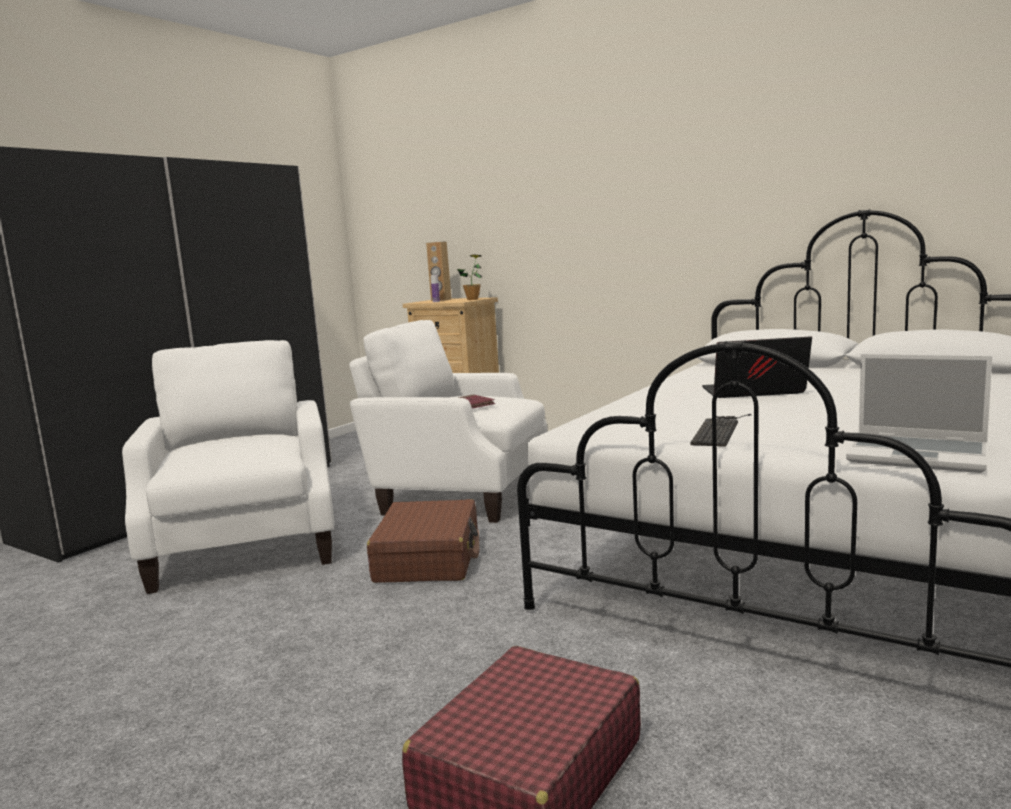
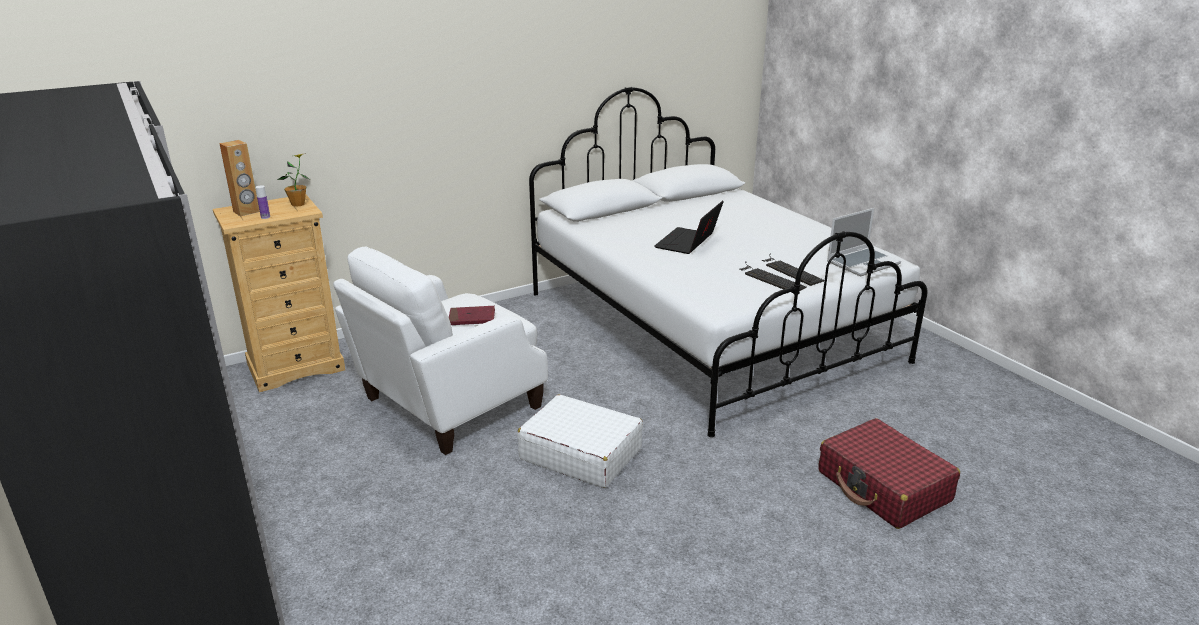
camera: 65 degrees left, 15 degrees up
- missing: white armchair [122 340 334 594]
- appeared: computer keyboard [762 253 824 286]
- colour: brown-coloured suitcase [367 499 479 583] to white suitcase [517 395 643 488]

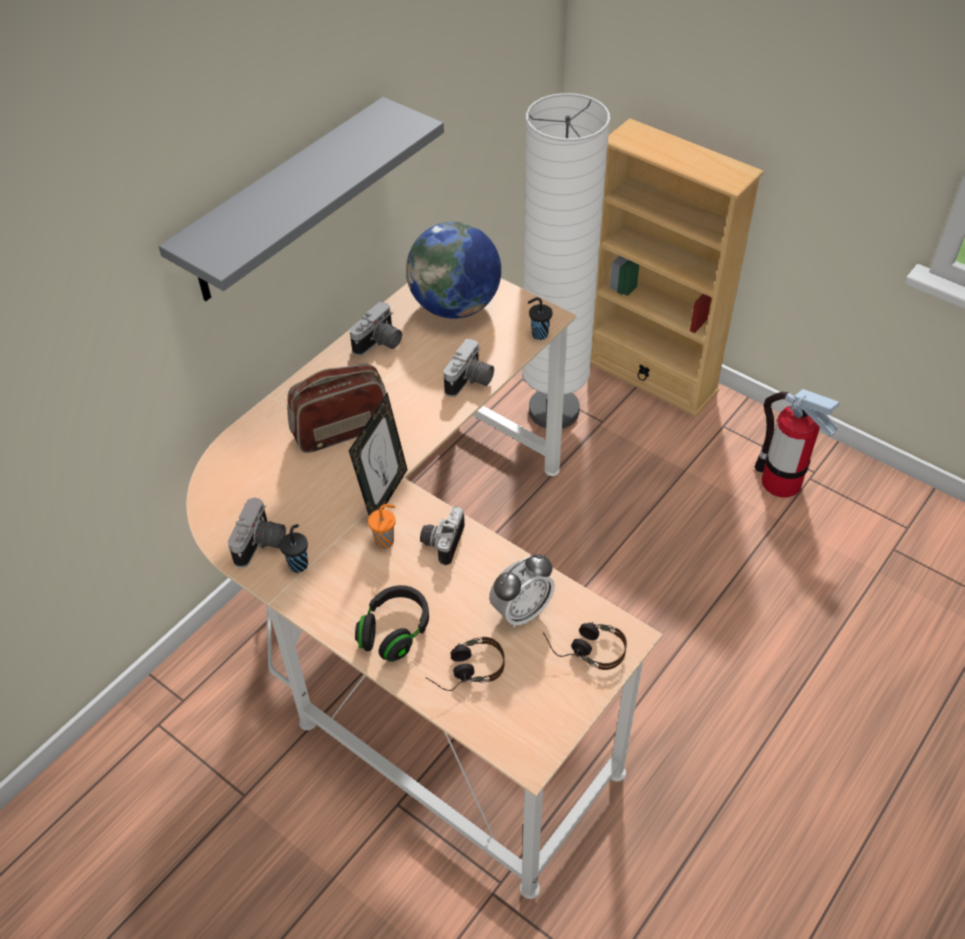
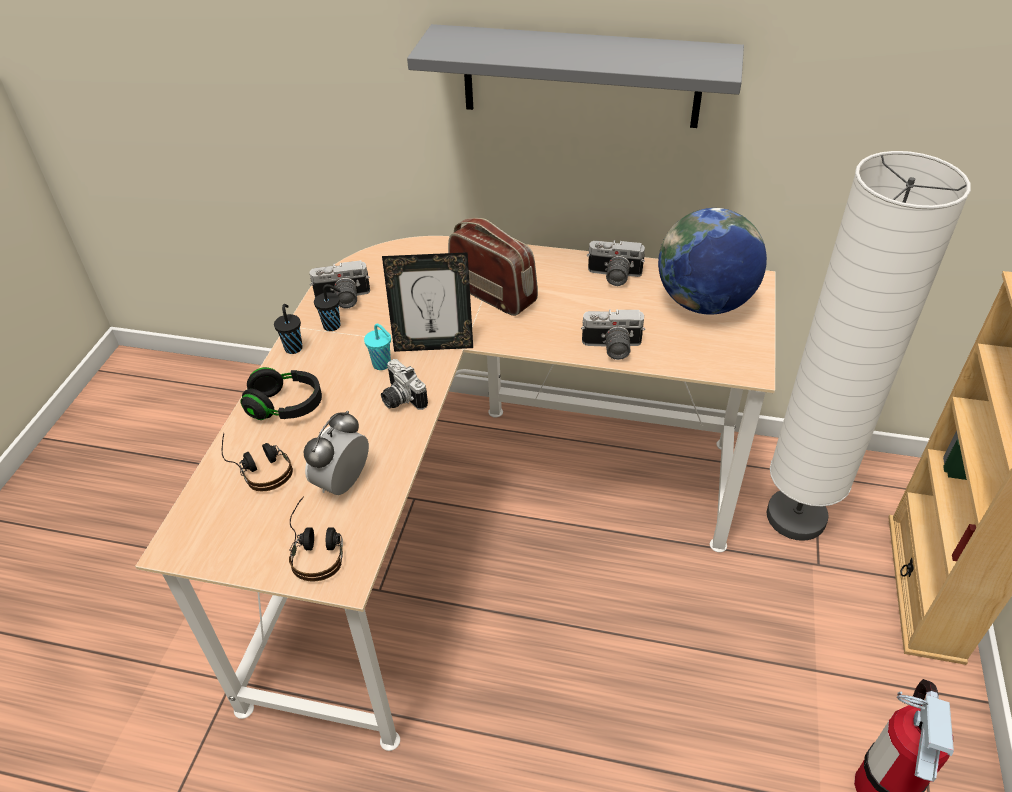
camera: 65 degrees right, 5 degrees down
- relocated: blackish cup [528 298 552 340] to [274 304 303 354]
- colour: orange-coloured cup [368 504 396 549] to turquoise cup [364 324 391 370]
- spun: photo camera [420 506 465 565] = [381 359 428 410] 120 degrees counterclockwise
- spun: bedside clock [489 554 555 628] = [304 411 369 495] 90 degrees clockwise

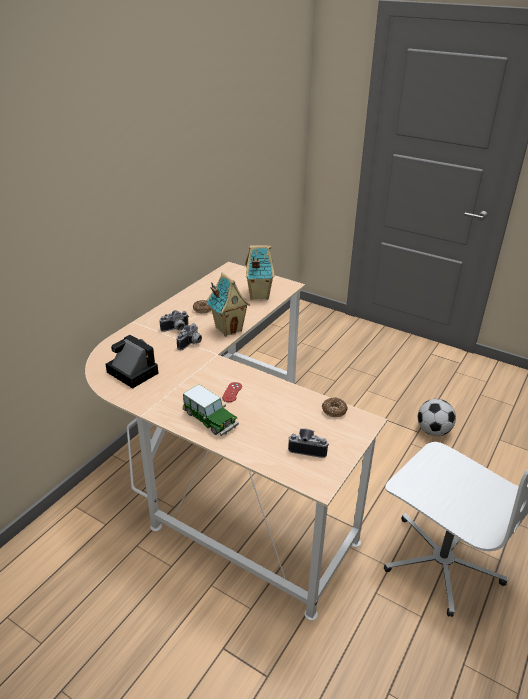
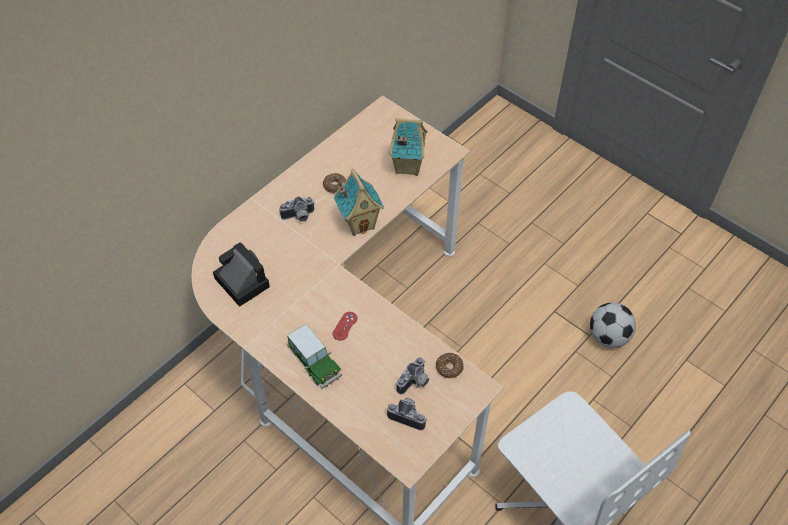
camera: 10 degrees right, 20 degrees up
- relocated: photo camera [177 323 202 350] to [396 357 429 395]

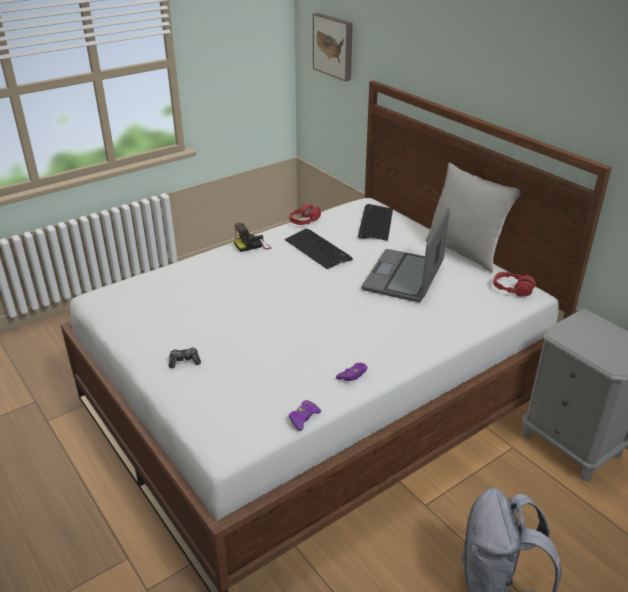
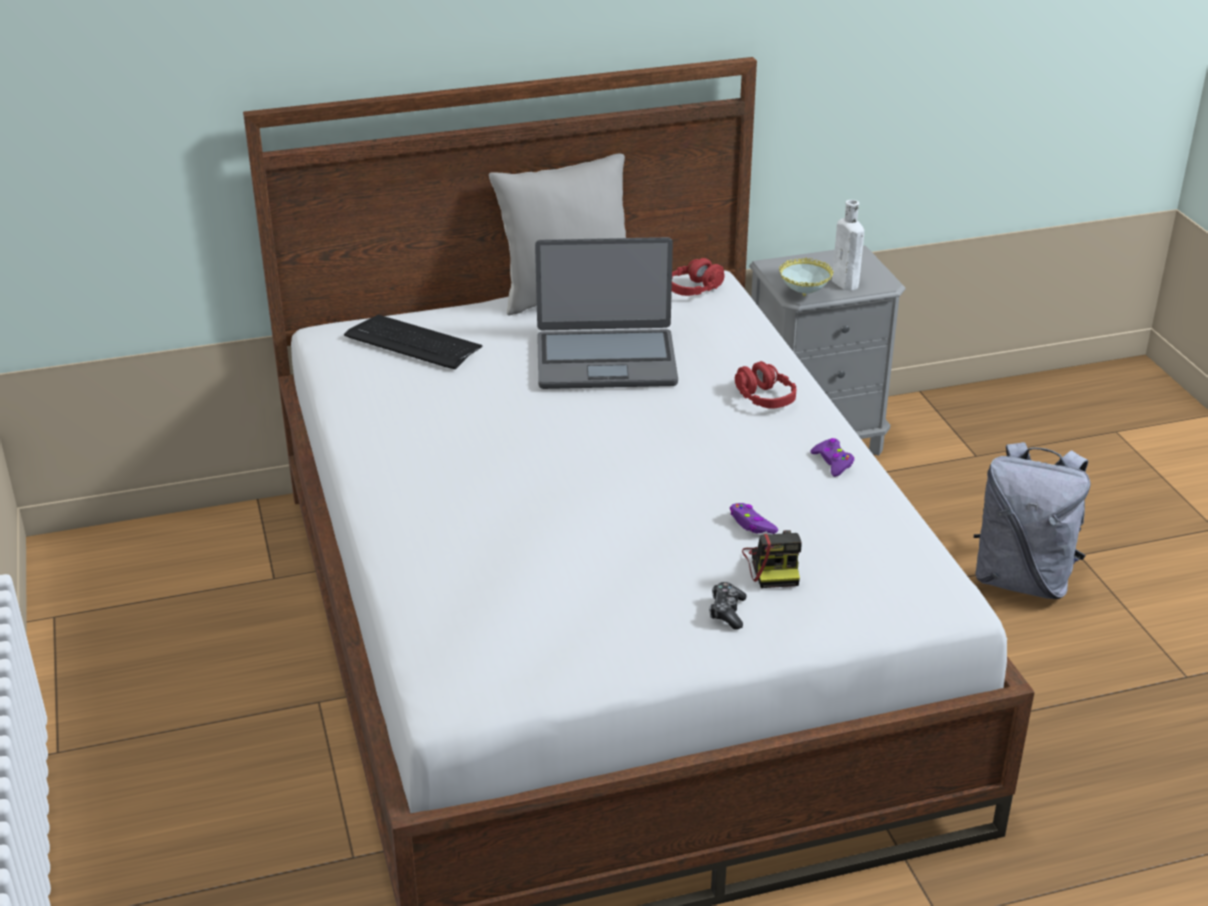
camera: 70 degrees left, 0 degrees up
- missing: computer keyboard [285 229 353 269]
- missing: wall art [313 13 353 81]
- appeared: deep dish [779 257 834 296]
- appeared: white drink bottle [832 200 864 291]
- relocated: photo camera [234 223 271 252] to [742 530 802 588]
- relocated: red-coloured headphones [289 204 321 225] to [735 361 796 409]
- relocated: purple game controller [289 400 321 431] to [730 503 778 534]
- spun: laptop [362 207 450 302] = [535 237 678 389] 45 degrees counterclockwise

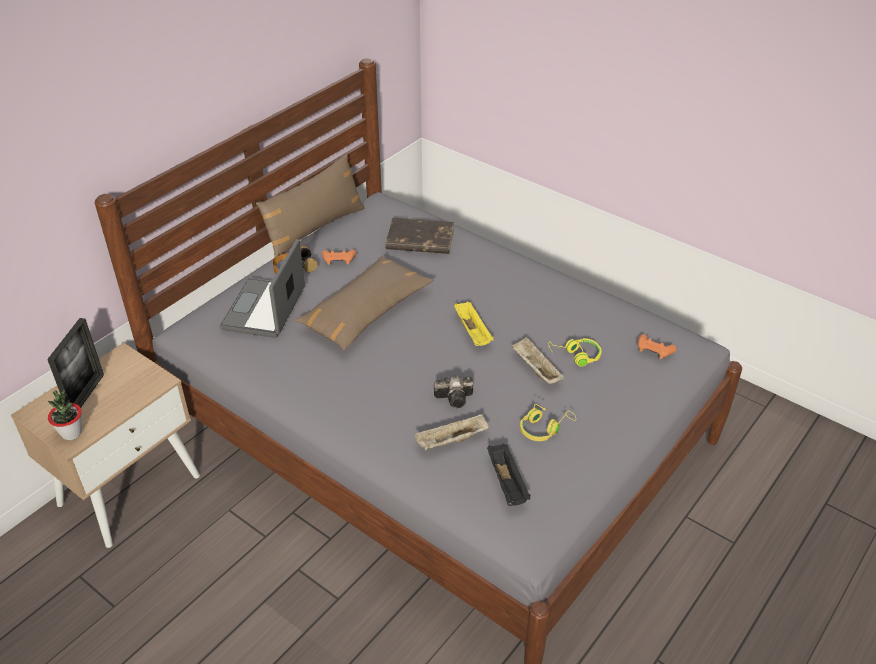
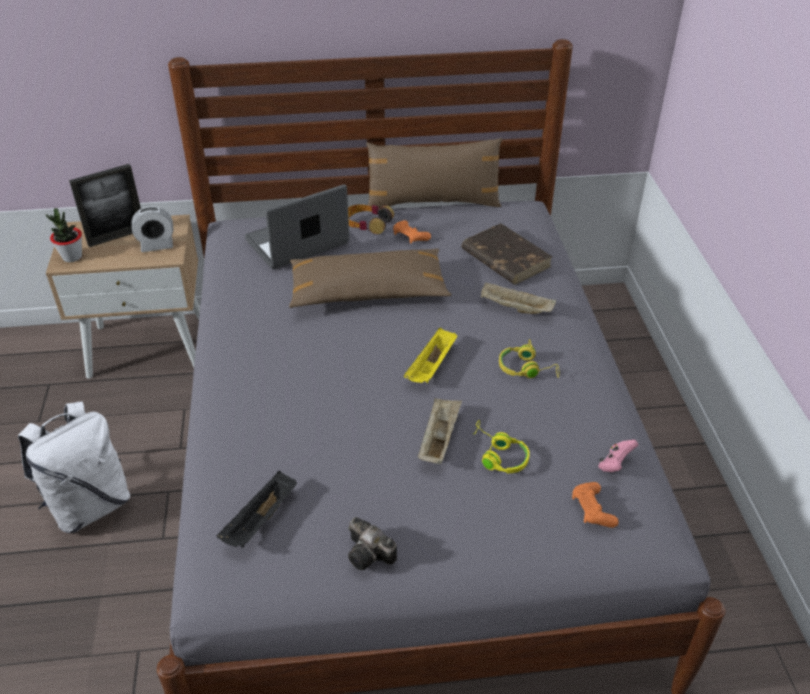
camera: 45 degrees right, 0 degrees up
- appeared: white backpack [18 401 130 533]
- appeared: bedside clock [132 206 174 252]
- appeared: pinkish game controller [599 440 638 472]
- relocated: sand-coloured carrying tray [414 414 489 450] to [481 282 556 314]
- relocated: photo camera [434 376 473 408] to [348 517 397 570]
- relocated: yellow-coloured headphones [520 404 576 441] to [499 339 559 378]

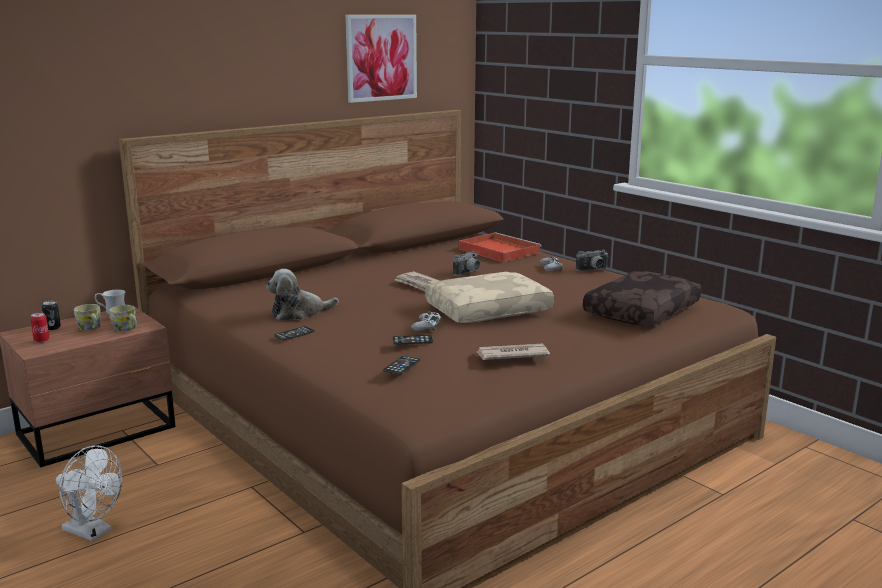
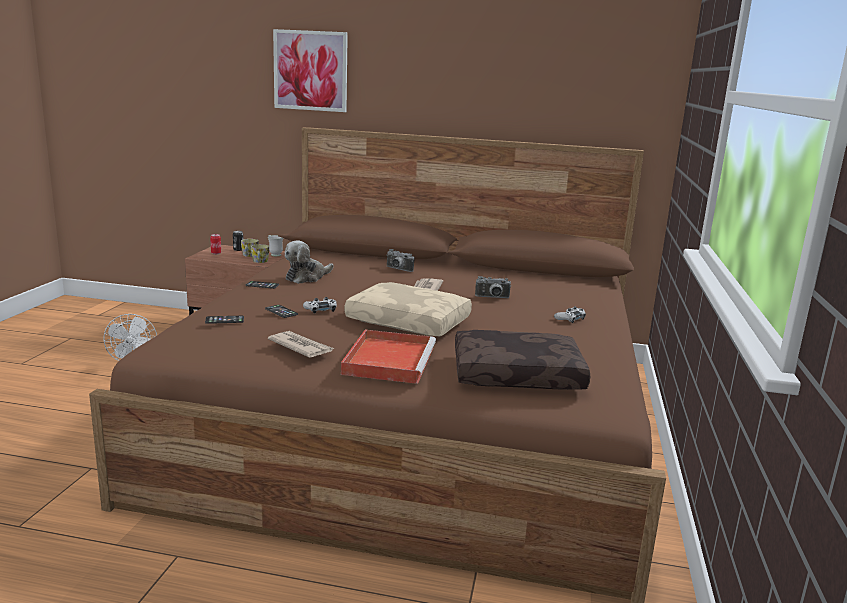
camera: 50 degrees right, 0 degrees up
- relocated: wall art [345 15 417 103] to [273 29 348 112]
- relocated: red-coloured carrying tray [459 232 542 262] to [341 330 436 384]
- relocated: photo camera [576 250 609 271] to [386 249 415 272]
- spun: cuddly toy [266 269 339 321] = [285 240 334 284] 75 degrees counterclockwise

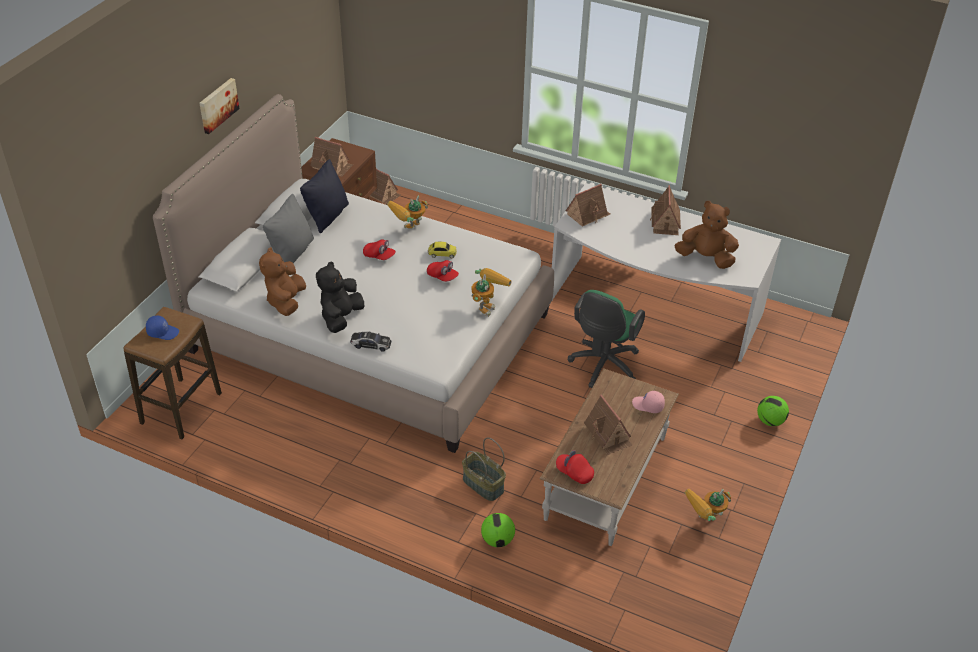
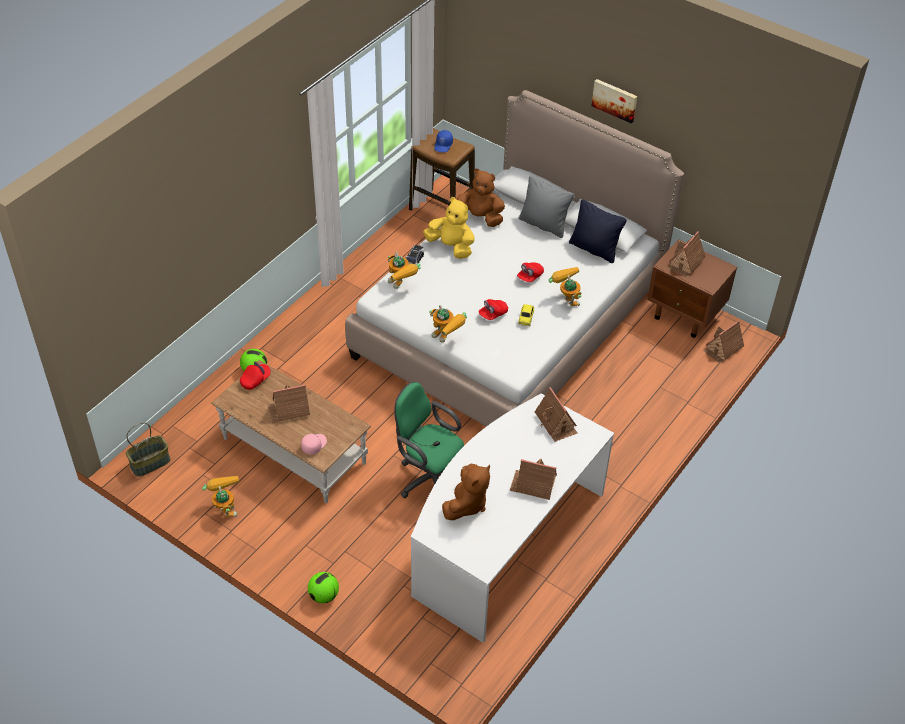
camera: 100 degrees right, 5 degrees up
- appeared: robot figure [388 252 421 289]
- relocated: storage basket [462 438 506 501] to [126 422 170 477]
- colour: blackish cuddly toy [316 261 364 333] to yellow-coloured cuddly toy [423 197 474 259]

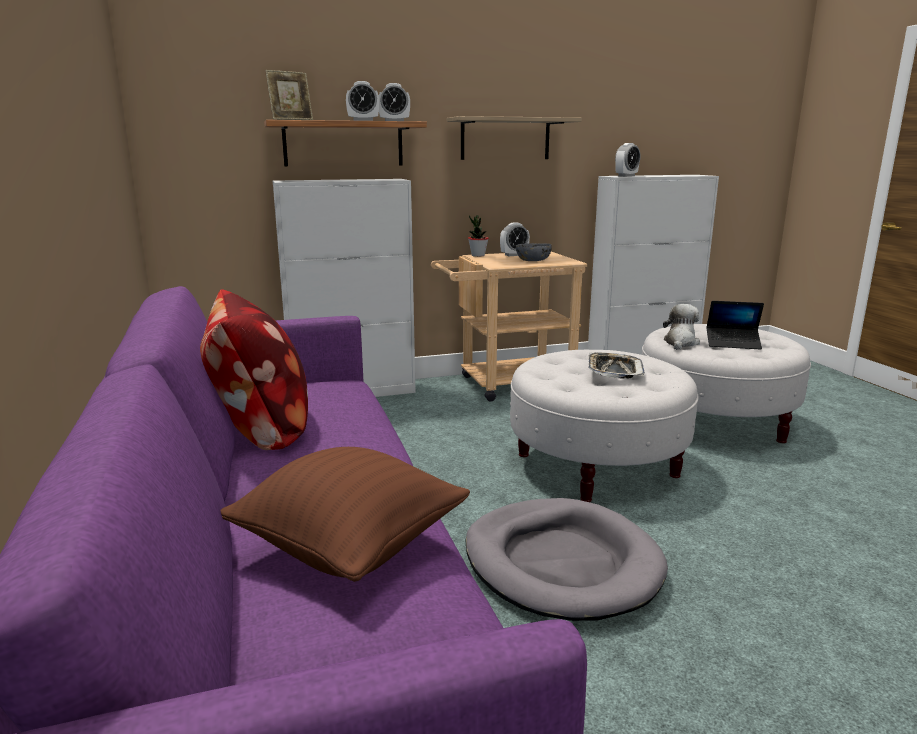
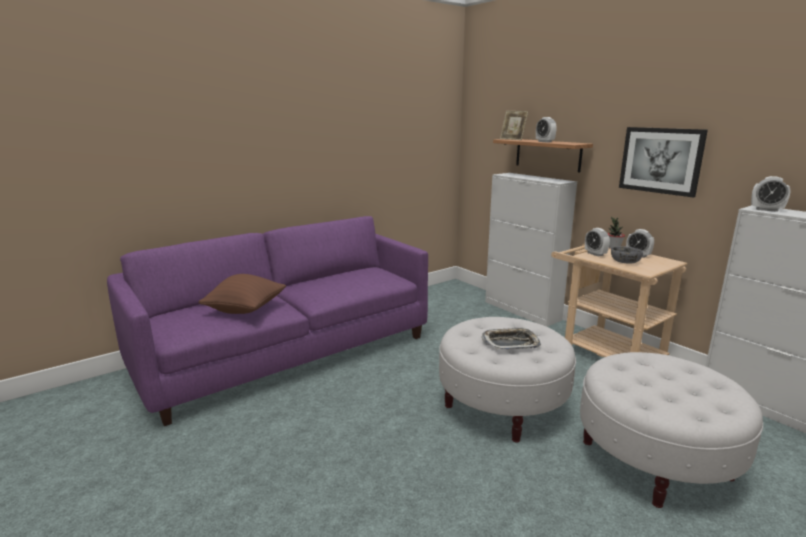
camera: 70 degrees right, 0 degrees up
- missing: pillow [200 289 308 450]
- missing: greyish dog bed [465 498 668 621]
- missing: cuddly toy [663 304 700 350]
- missing: laptop [707 301 764 350]
- relocated: bedside clock [379 83 410 121] to [585 228 610 257]
- exchanged: bracket shelf [447 116 582 160] to wall art [619 127 708 198]

